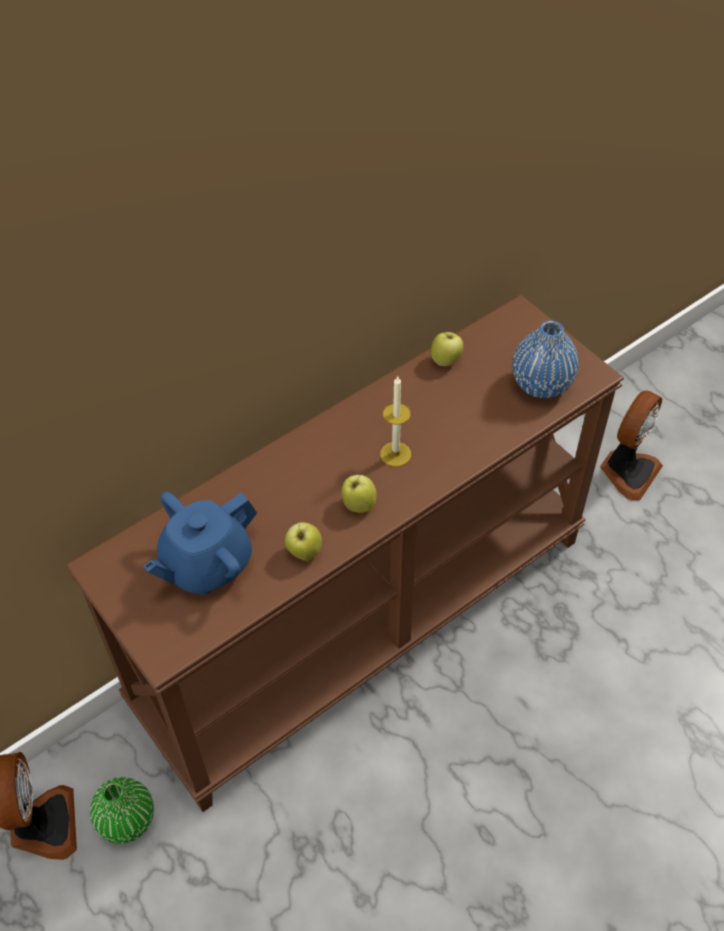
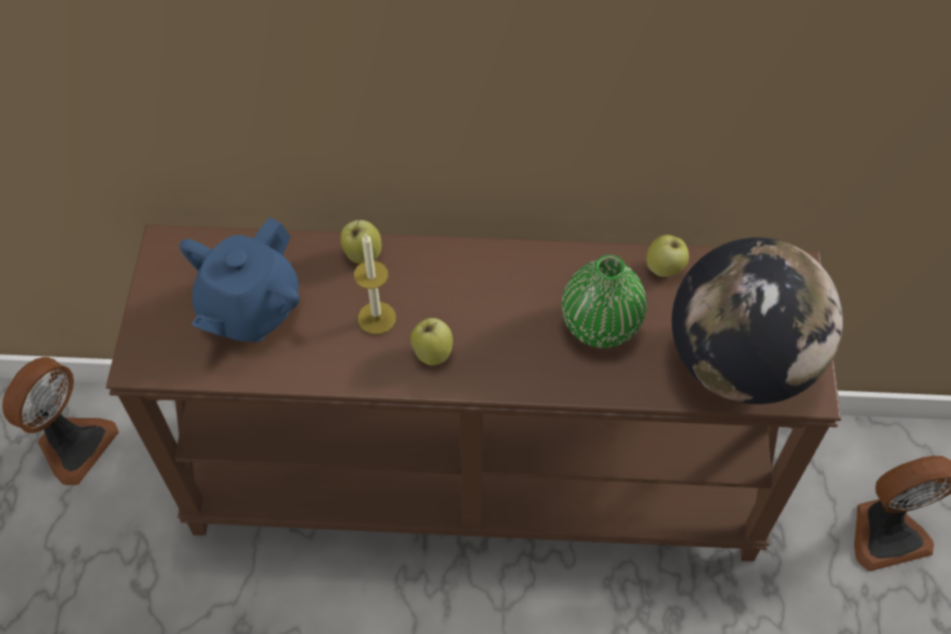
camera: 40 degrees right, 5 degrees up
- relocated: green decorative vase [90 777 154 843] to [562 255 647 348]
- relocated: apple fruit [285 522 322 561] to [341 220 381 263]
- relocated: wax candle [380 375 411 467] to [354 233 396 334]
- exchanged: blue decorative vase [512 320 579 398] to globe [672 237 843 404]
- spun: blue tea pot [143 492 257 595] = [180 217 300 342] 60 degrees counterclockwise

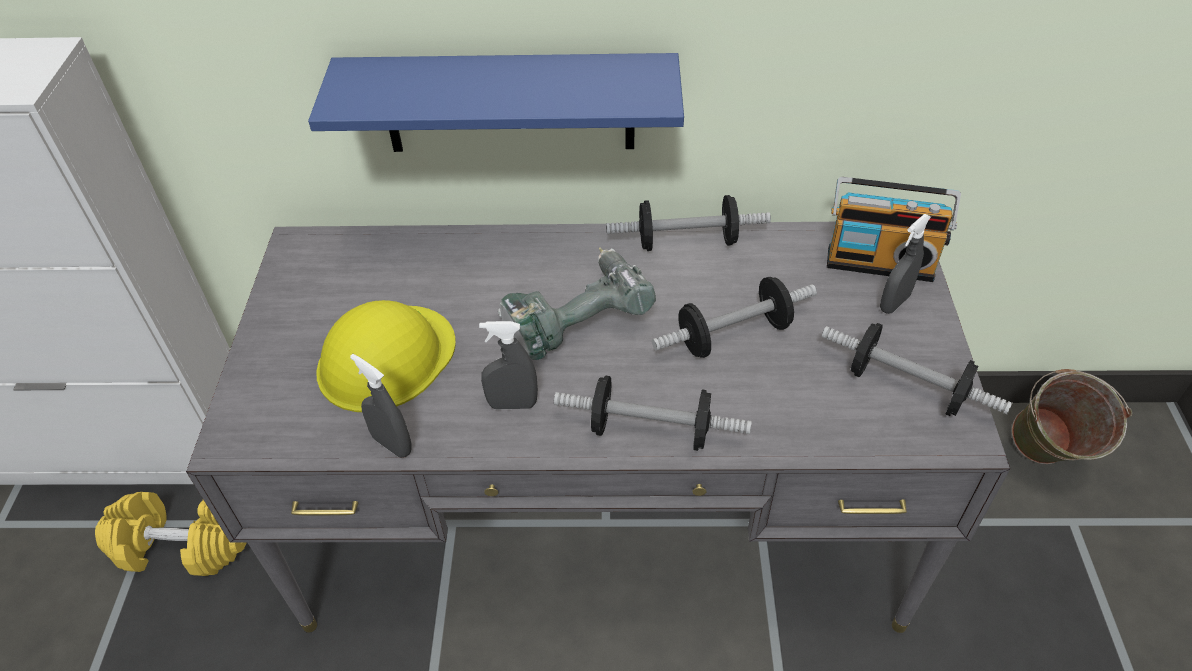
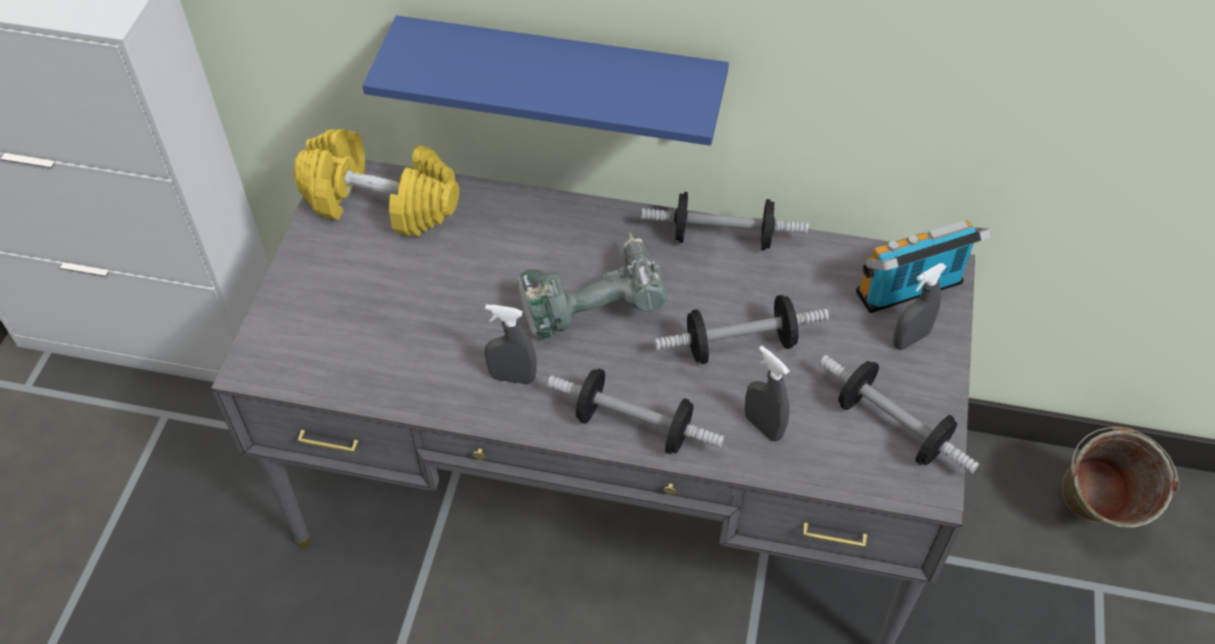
camera: 10 degrees right, 5 degrees up
- missing: yellow-coloured safety helmet [316 300 456 412]
- relocated: yellow-coloured dumbbell [95 492 246 576] to [294 129 459 236]
- relocated: greyish spray bottle [350 354 412 458] to [745 346 790 441]
- spun: radio set [827 177 961 282] = [856 220 992 313] 135 degrees clockwise

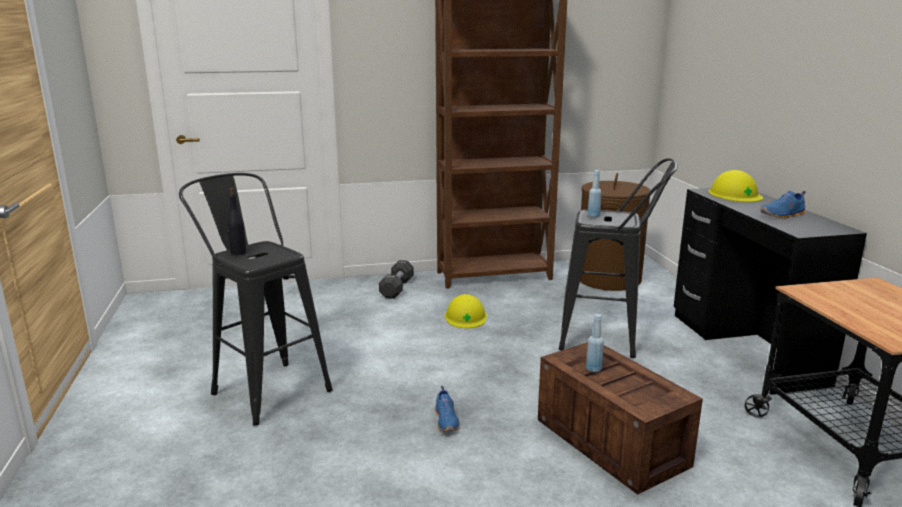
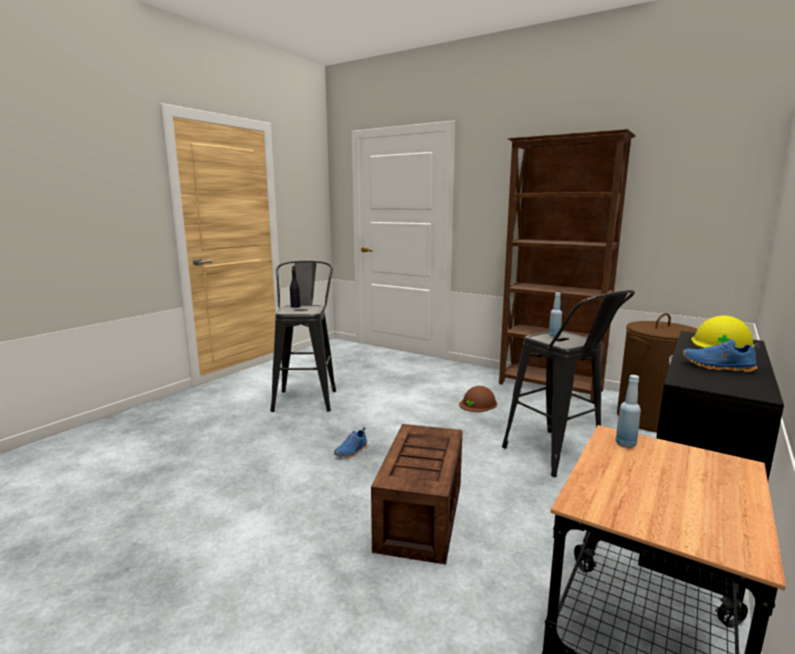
camera: 45 degrees right, 5 degrees down
- missing: blackish dumbbell [379 260 414 299]
- relocated: blue drink bottle [586 314 604 372] to [616 375 641 448]
- colour: yellow-coloured safety helmet [445 294 487 328] to brown-coloured safety helmet [459 386 497 412]

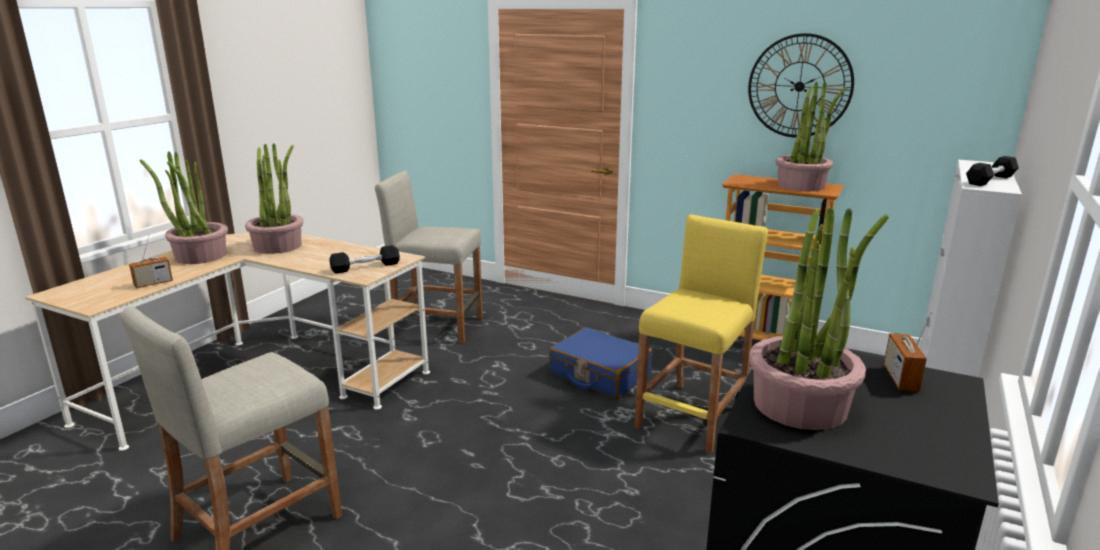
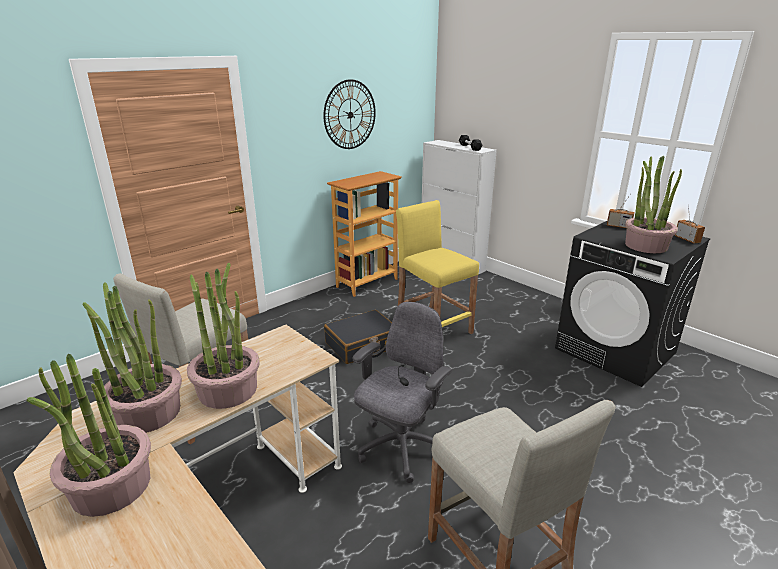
camera: 70 degrees left, 5 degrees up
- missing: blackish dumbbell [330 245 400 274]
- appeared: greyish desk chair [353 302 452 483]
- relocated: radio set [129 234 173 288] to [674 205 705 244]
- relocated: potted plant [776 82 846 191] to [187 263 260 409]
- colour: blue suitcase [549 327 652 399] to blackish suitcase [324 310 392 364]

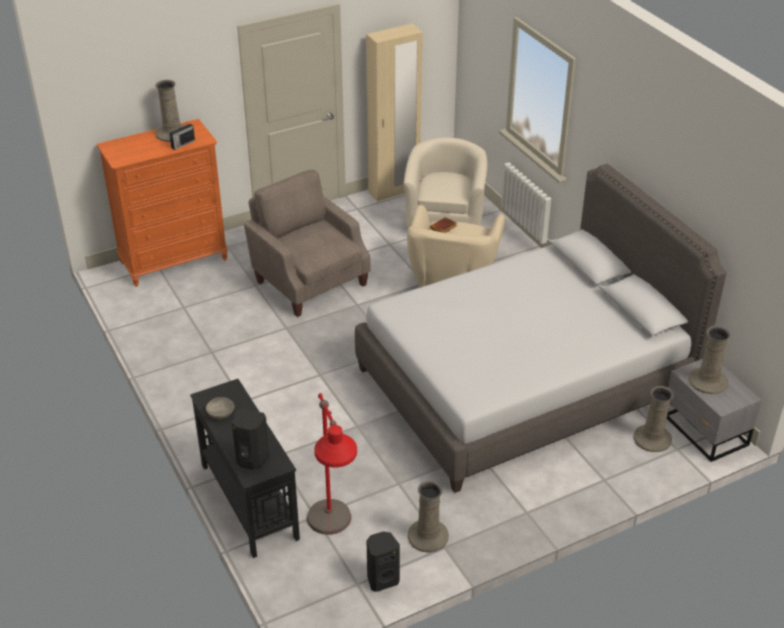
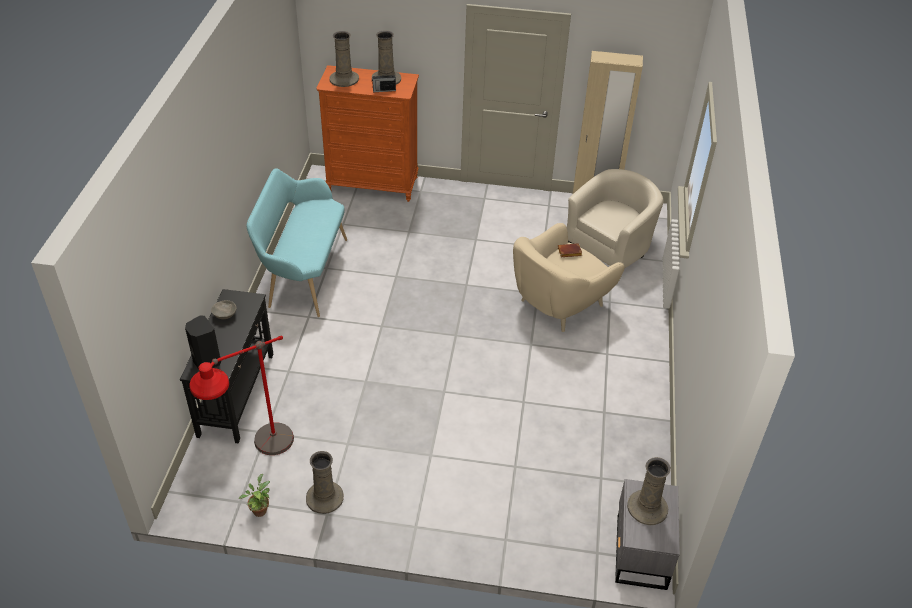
camera: 35 degrees right, 5 degrees up
- missing: sand-coloured armchair [244 170 371 317]
- missing: greyish sleeping bed [355 164 727 493]
- appeared: turquoise bench [247 168 347 317]
- relocated: sand-coloured decorative vase [633 386 674 452] to [329 31 359 87]
- exchanged: blackish audio speaker [366 531 400 592] to potted plant [239 474 270 517]

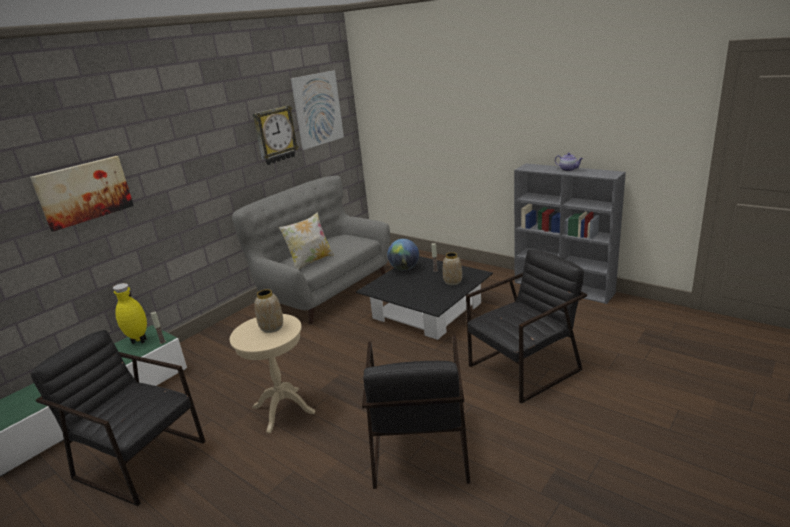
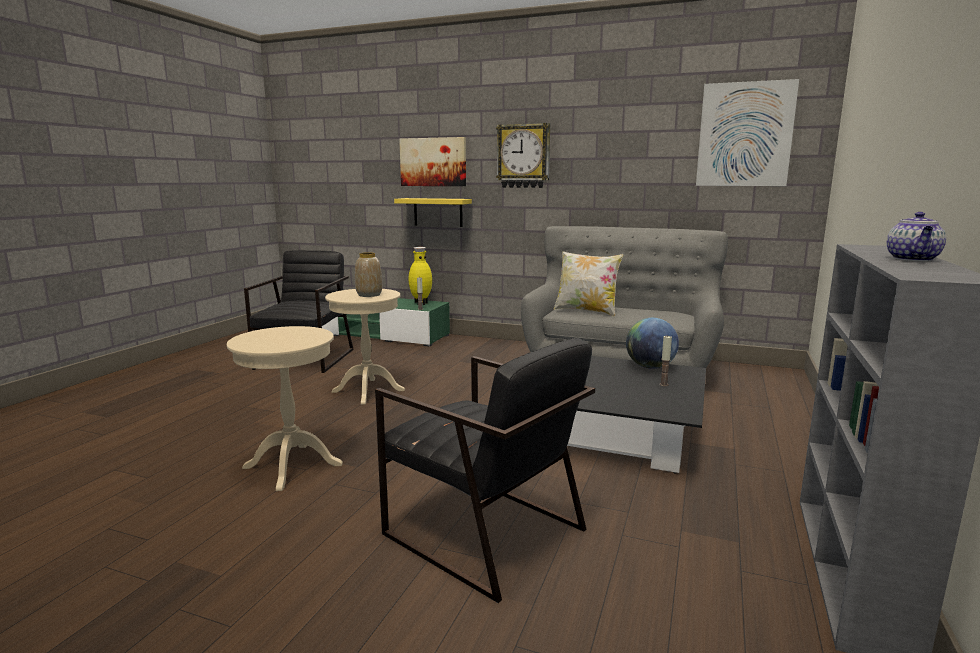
camera: 70 degrees right, 10 degrees down
- missing: decorative vase [443 252 462 285]
- appeared: yellow-coloured bracket shelf [394 198 472 227]
- relocated: hanging clock [253 105 299 165] to [496 123 550 188]
- exchanged: blackish armchair [362 335 470 489] to sand-coloured end table [227 326 343 491]

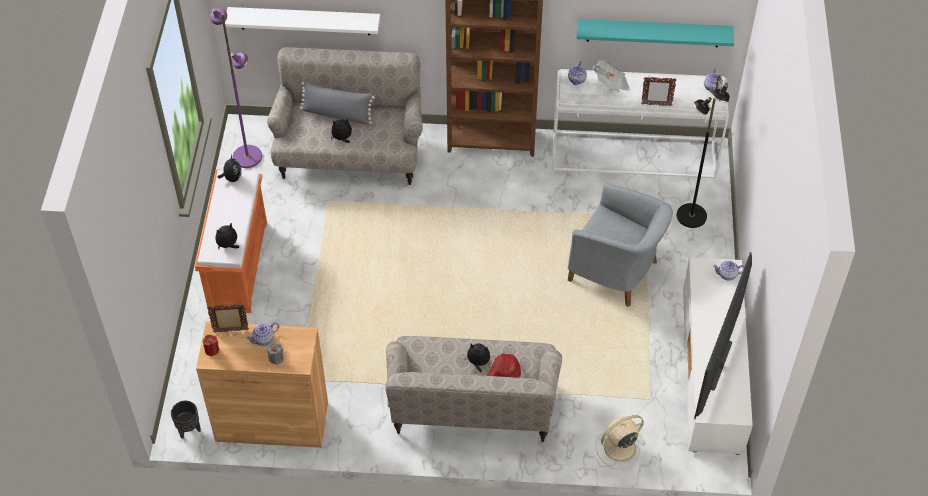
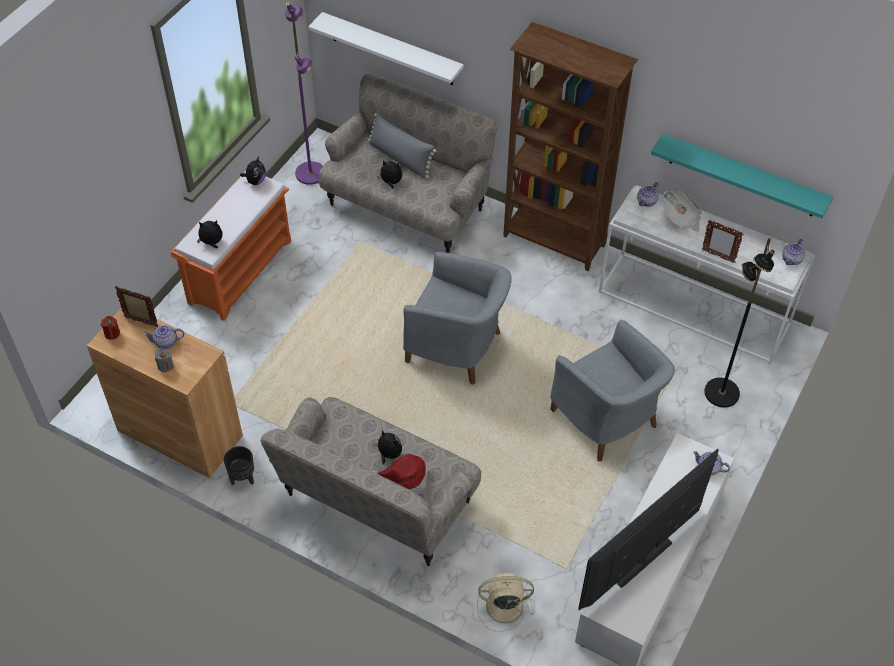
camera: 25 degrees right, 0 degrees up
- appeared: greyish armchair [403 252 512 385]
- relocated: blackish planter [171 401 201 439] to [224 446 254 485]

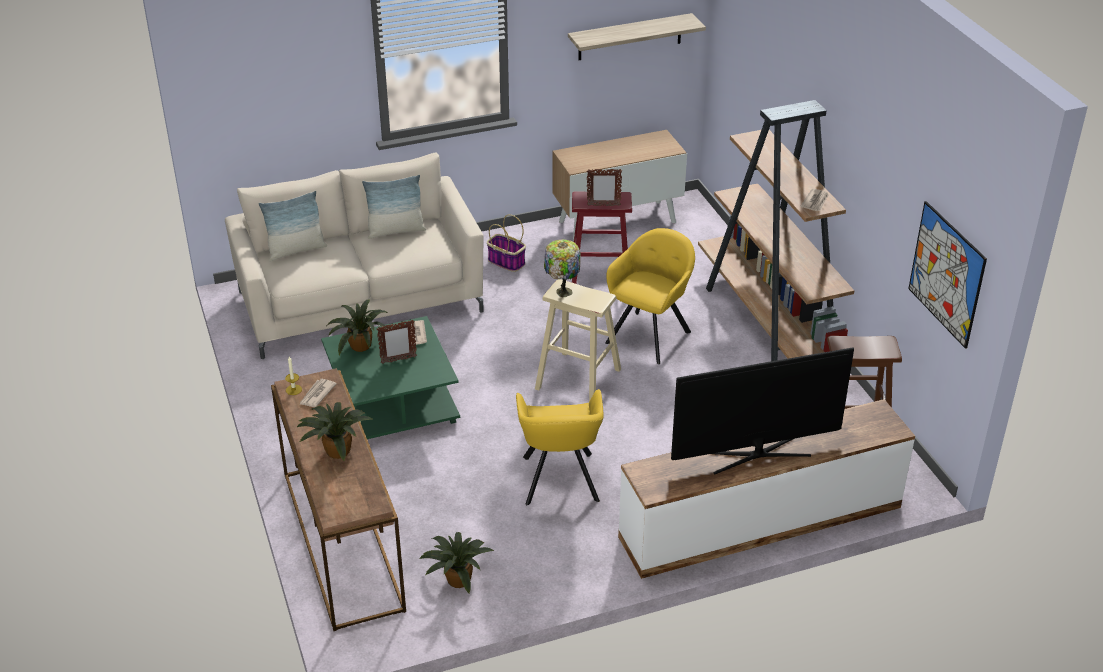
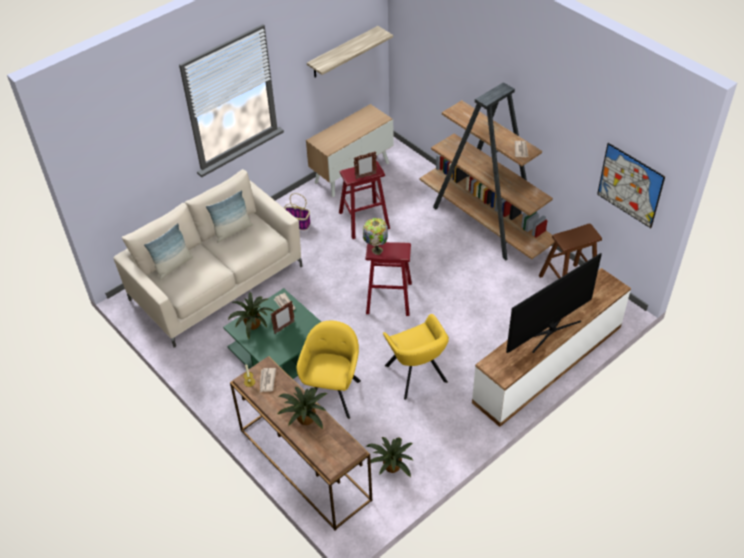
camera: 20 degrees left, 10 degrees up
- relocated: yellow-coloured armchair [605 228 695 364] to [297 321 361 419]
- colour: sand-coloured stool seat [535 279 621 402] to red-coloured stool seat [365 242 412 316]

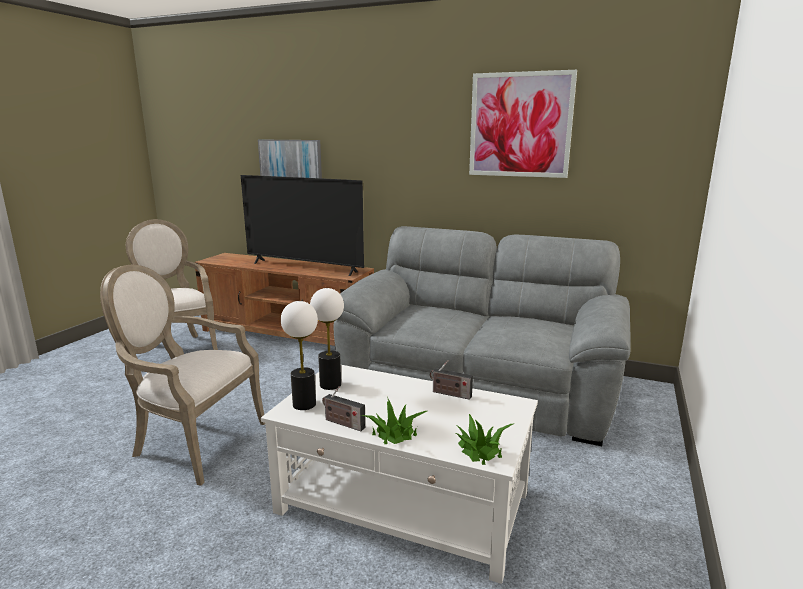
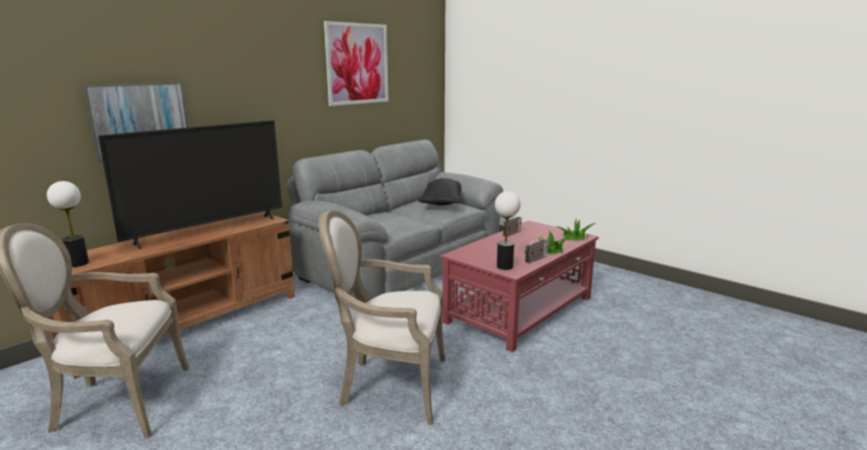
camera: 70 degrees left, 0 degrees up
- appeared: blackish pillow [418 178 461 206]
- relocated: table lamp [310 288 344 390] to [47 181 89 267]
- colour: white lounge table [261 365 538 584] to red-coloured lounge table [440 221 598 352]
- spun: armchair [100 265 265 486] = [318 210 445 425] 60 degrees clockwise

